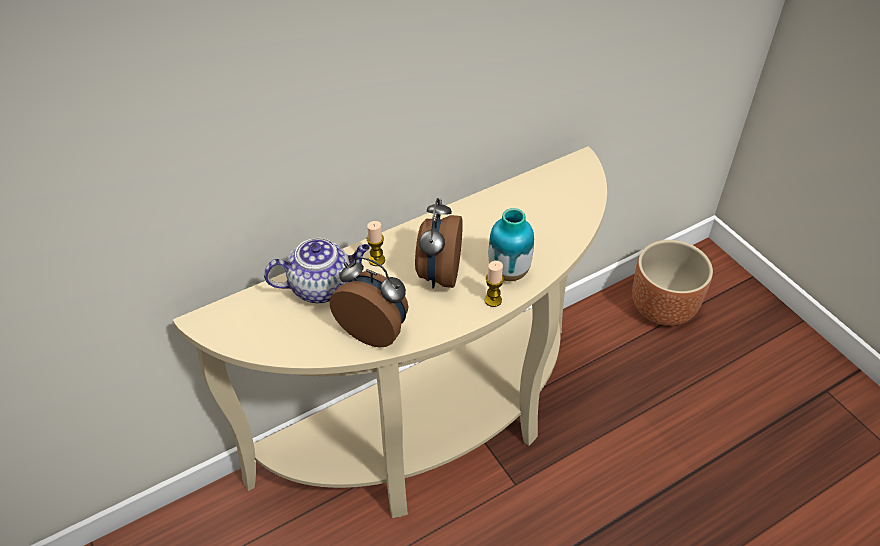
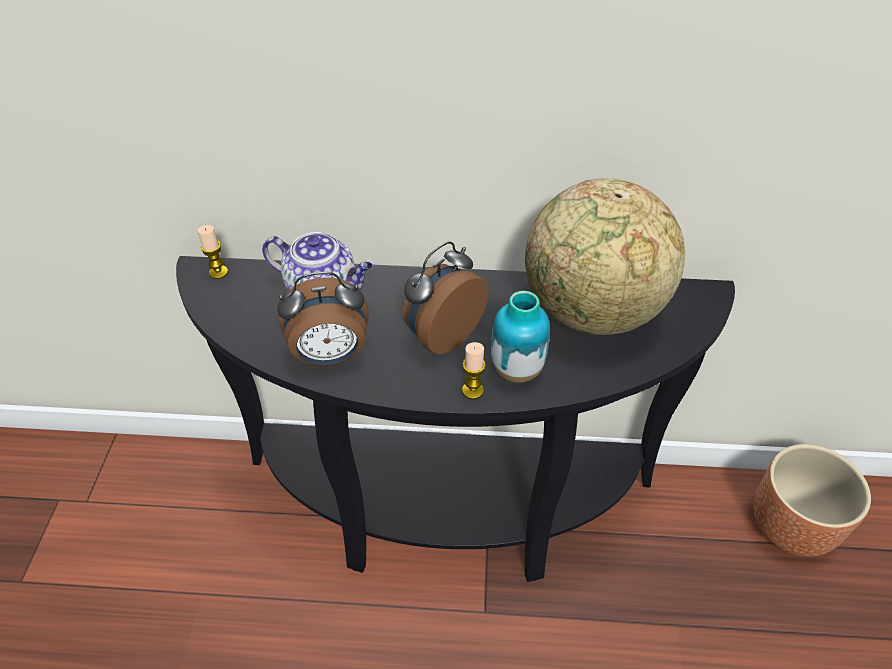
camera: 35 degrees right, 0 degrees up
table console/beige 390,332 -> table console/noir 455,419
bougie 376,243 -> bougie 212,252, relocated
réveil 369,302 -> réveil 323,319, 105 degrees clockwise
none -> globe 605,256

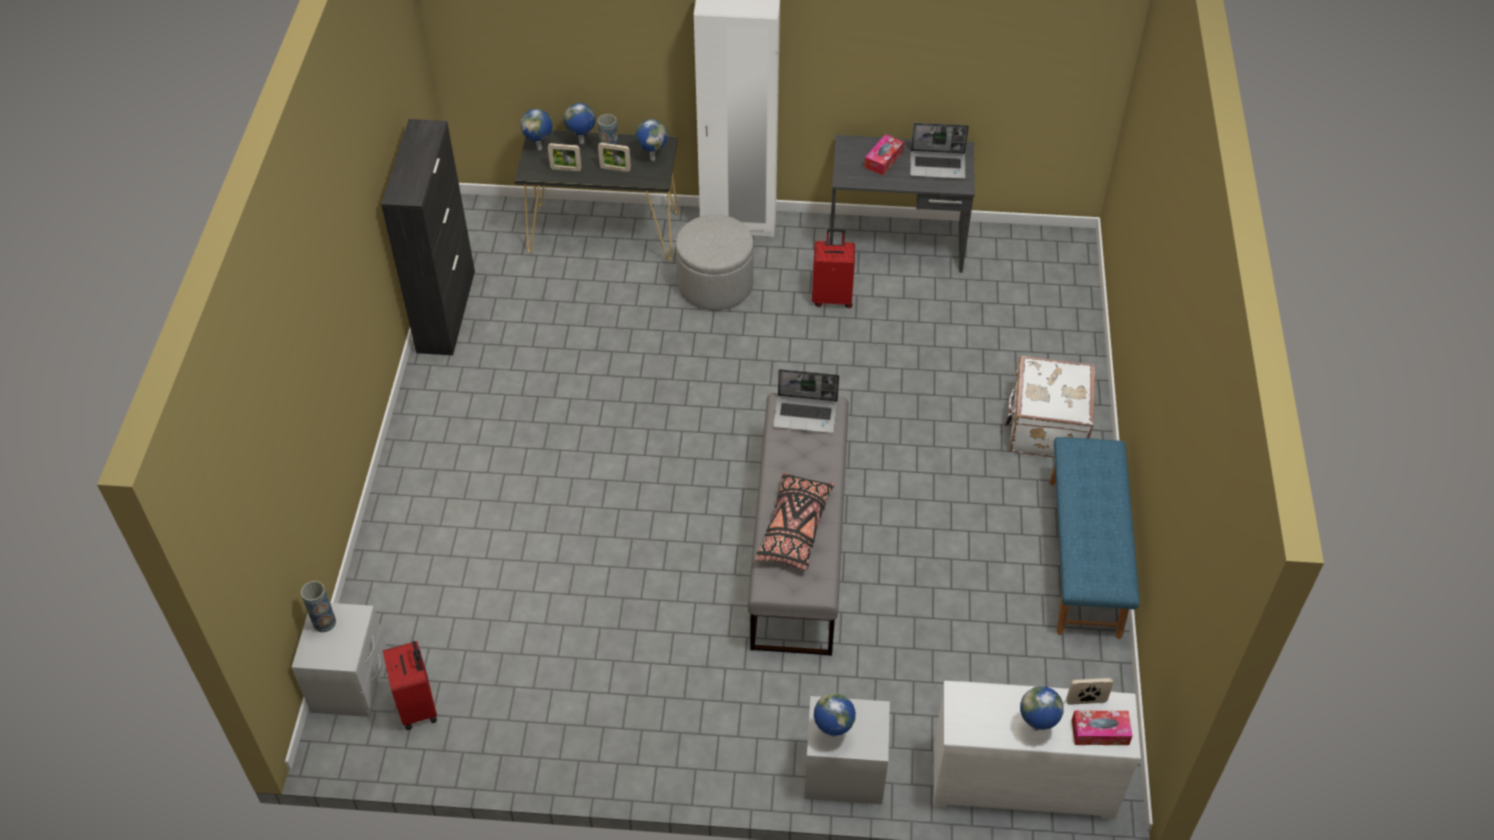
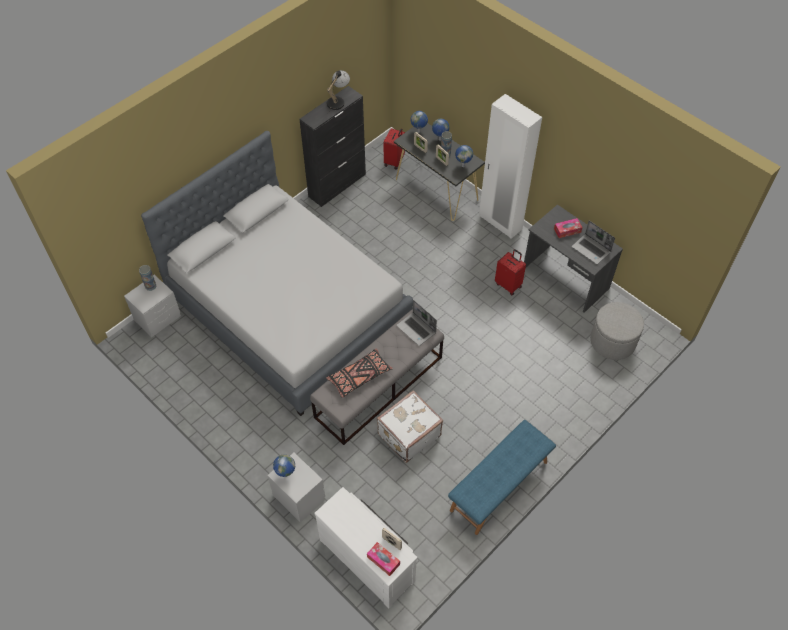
camera: 40 degrees right, 5 degrees up
none -> lit/gris 277,273
none -> lampe de table 338,91
valise/blanc 1050,406 -> valise/blanc 410,426, relocated
valise/rouge 410,685 -> valise/rouge 394,148, relocated
pouf/gris 715,262 -> pouf/gris 617,331, relocated
globe 1042,708 -> none

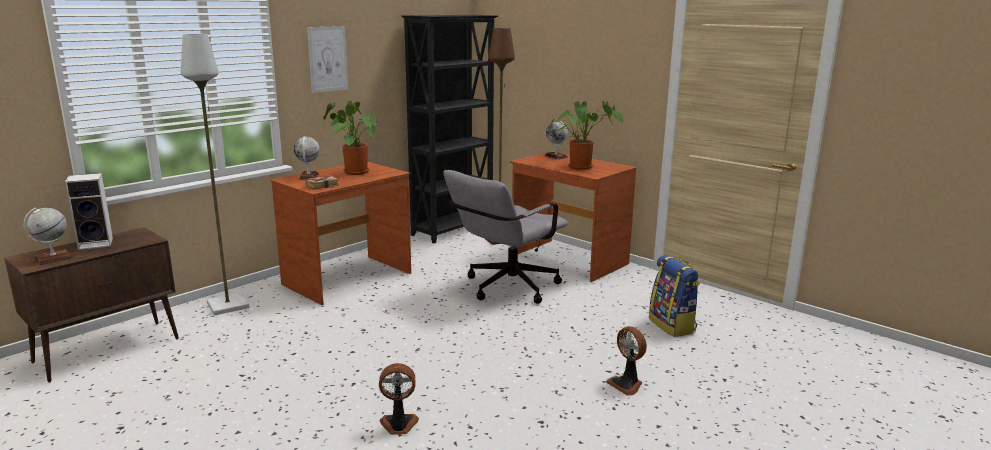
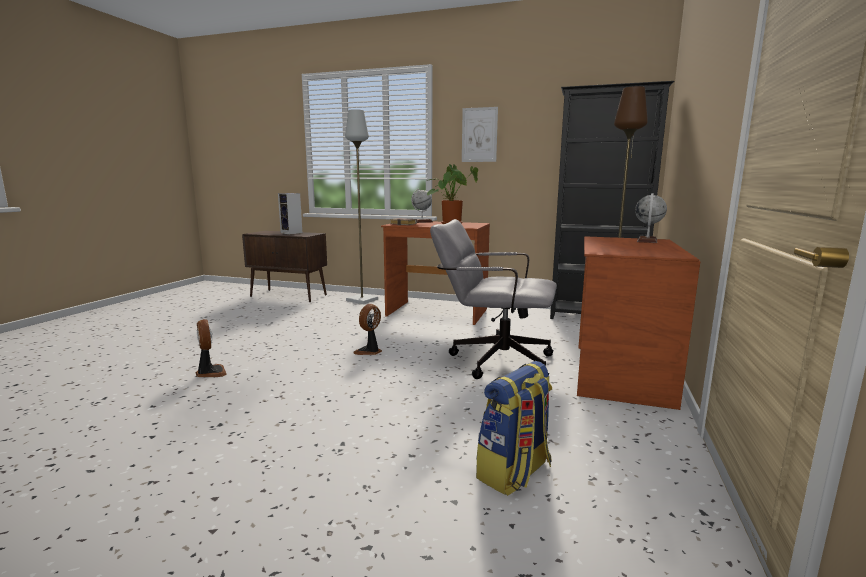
camera: 65 degrees right, 5 degrees down
ventilateur 626,361 -> ventilateur 367,329, relocated
globe 48,236 -> none
plante en pot 586,135 -> none

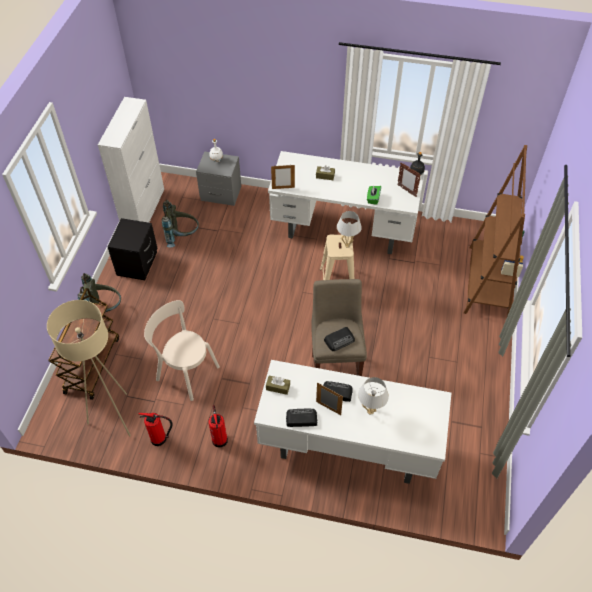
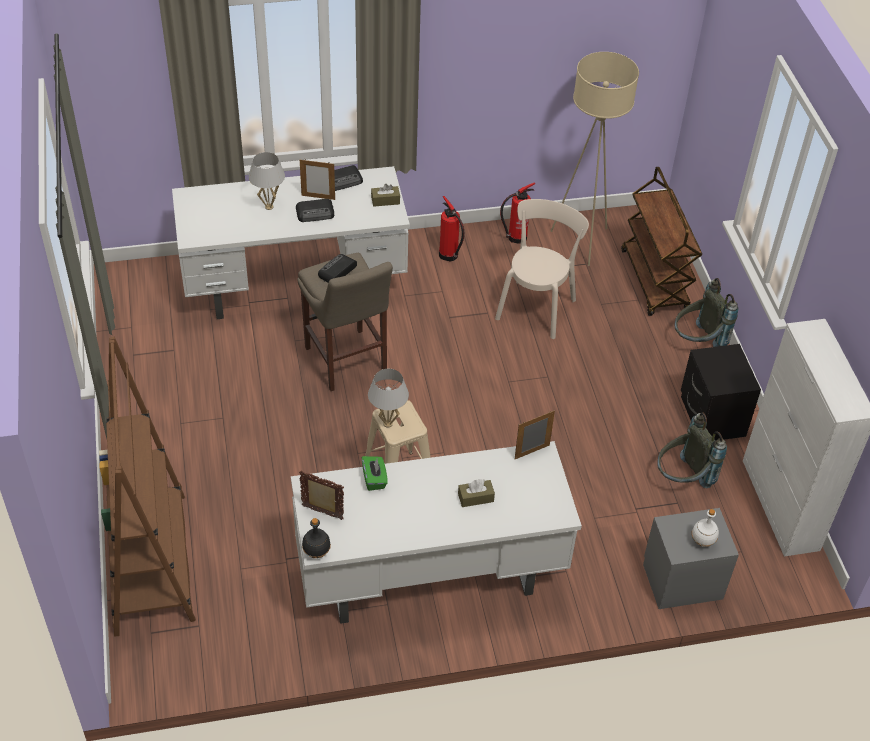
camera: 155 degrees right, 5 degrees down
chaise/beige 182,350 -> chaise/beige 542,269, 75 degrees counterclockwise

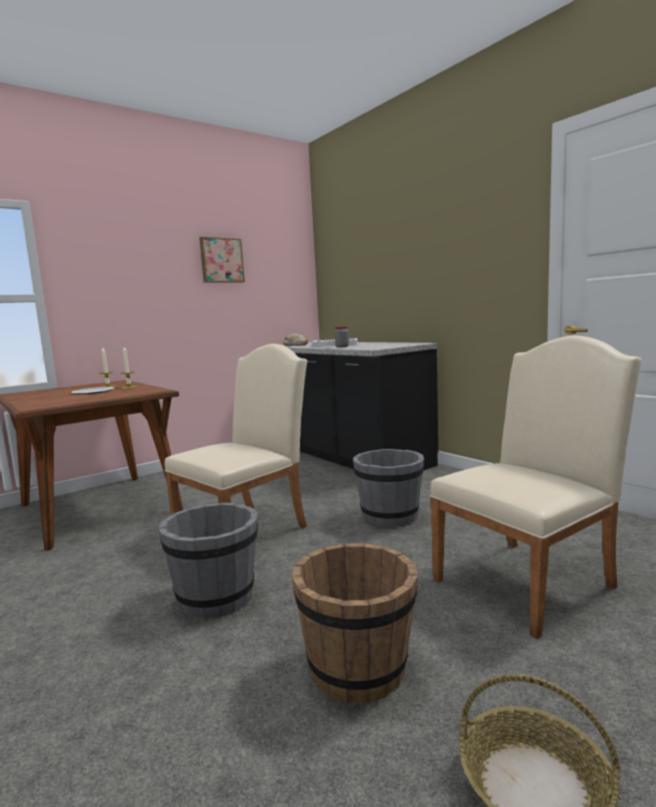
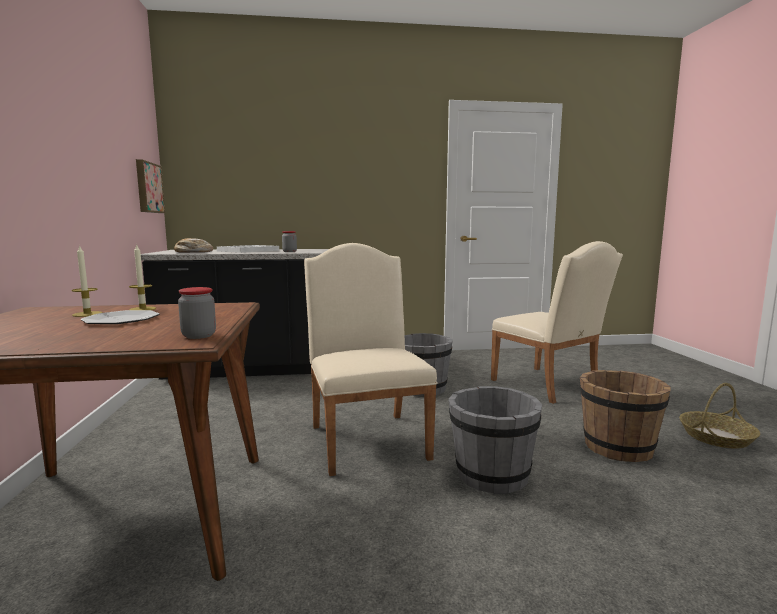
camera: 60 degrees left, 0 degrees up
tableau 222,260 -> tableau 150,186, relocated
none -> bocal 197,313
chaise/beige 535,487 -> chaise/beige 557,322, 150 degrees clockwise

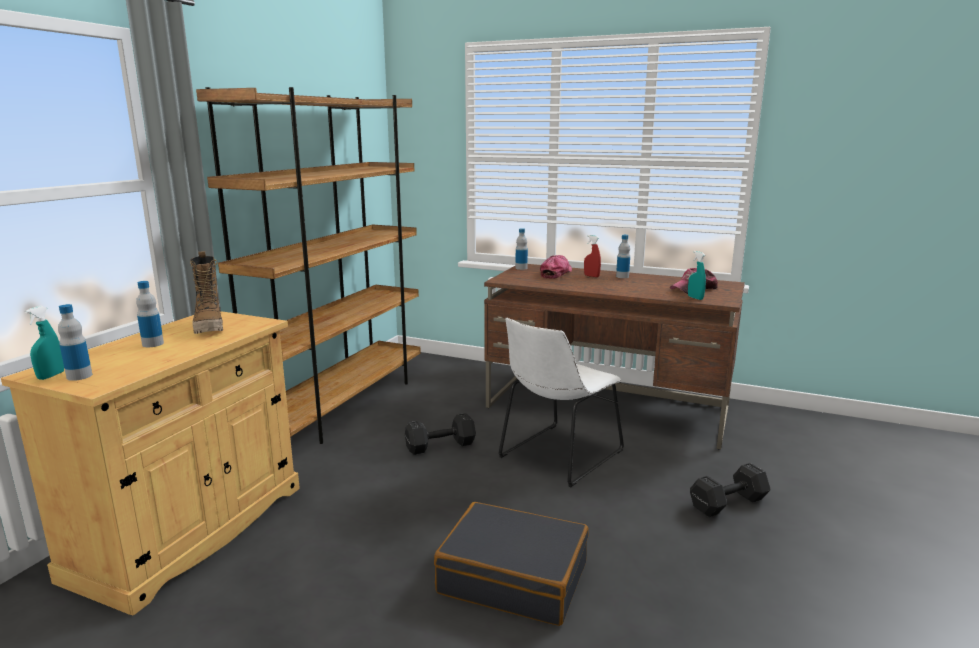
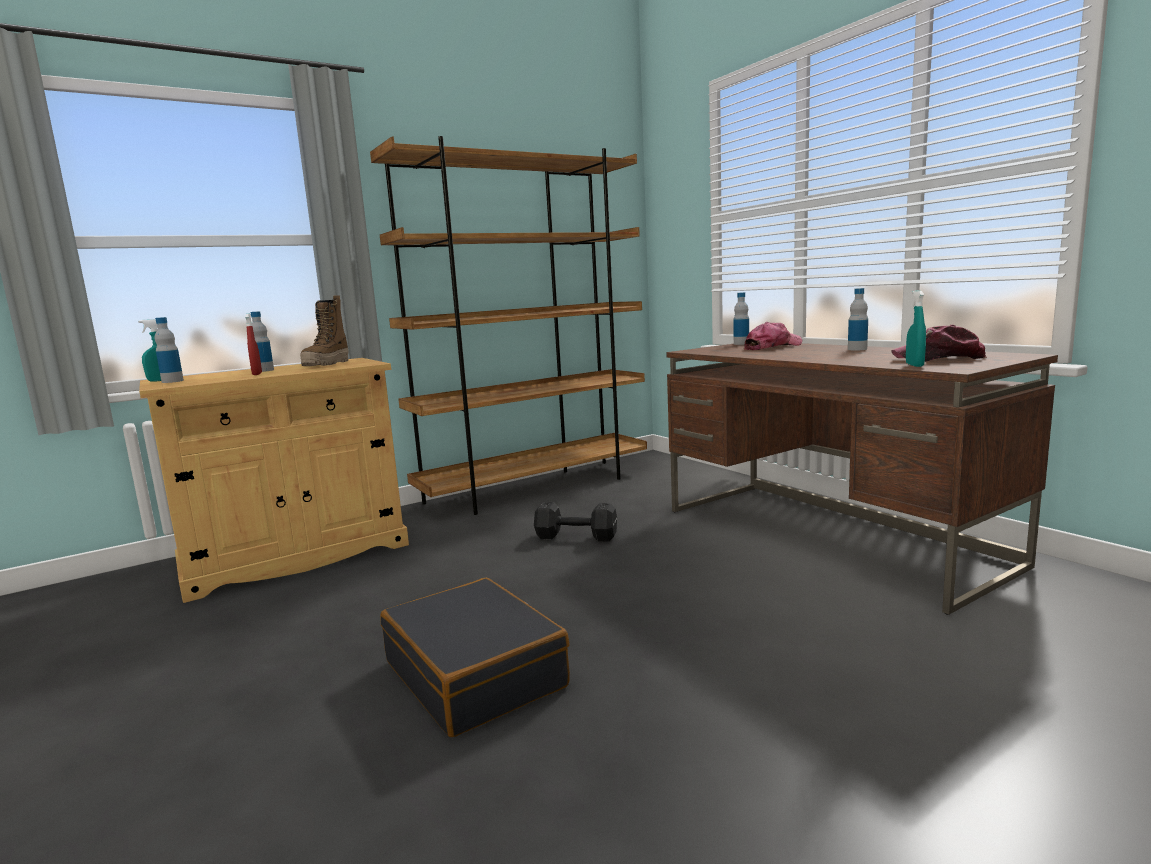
camera: 35 degrees right, 5 degrees down
vaporisateur/rouge 592,256 -> vaporisateur/rouge 253,344, relocated
chaise/blanc 561,402 -> none
haltère/noir 730,490 -> none

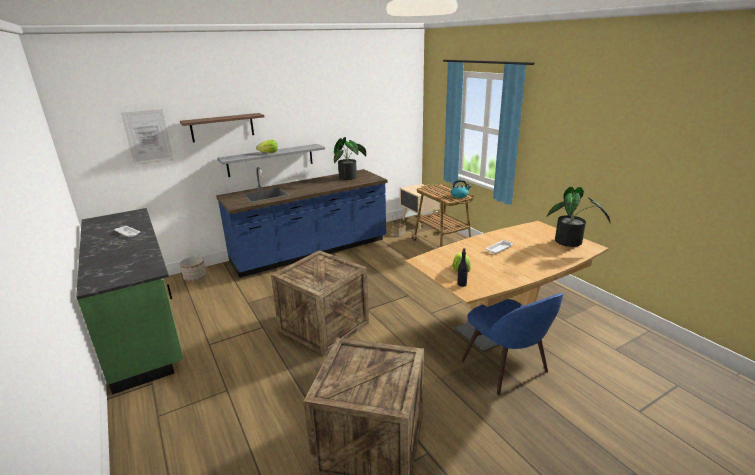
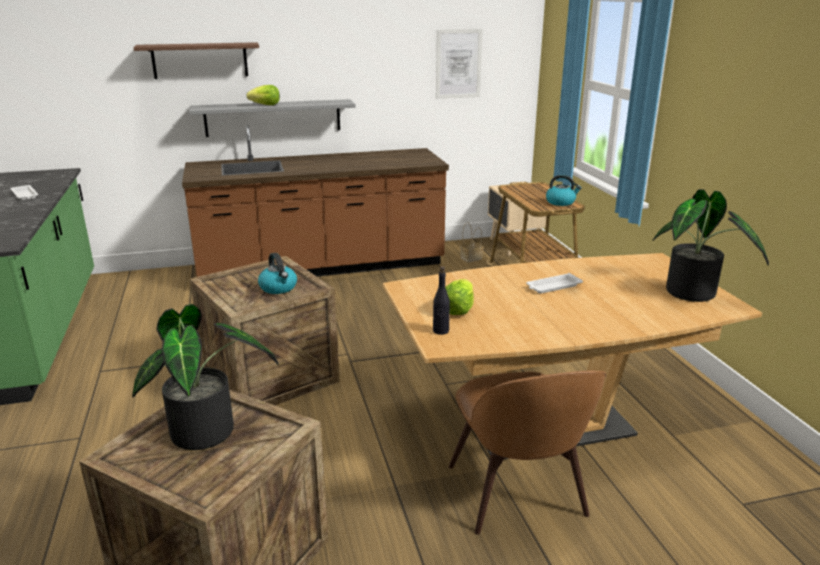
camera: 15 degrees right, 0 degrees up
plante en pot 350,158 -> plante en pot 205,377, relocated
comptoir de cuisine/bleu 302,222 -> comptoir de cuisine/marron 315,201
none -> bouilloire 277,273
tableau 147,137 -> tableau 459,64, relocated
chaise/bleu 512,344 -> chaise/marron 527,453
cache-pot 193,268 -> none

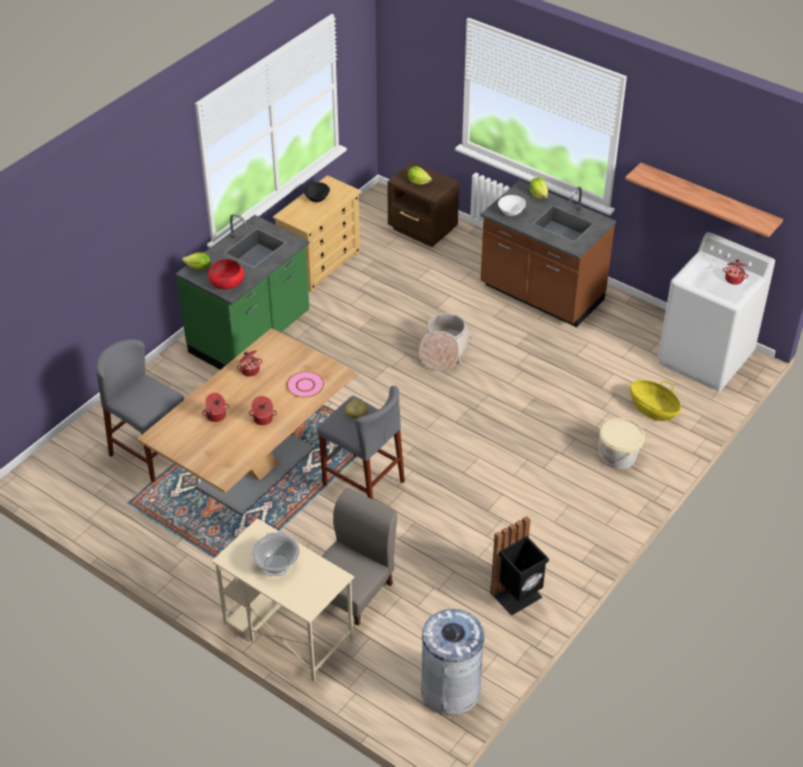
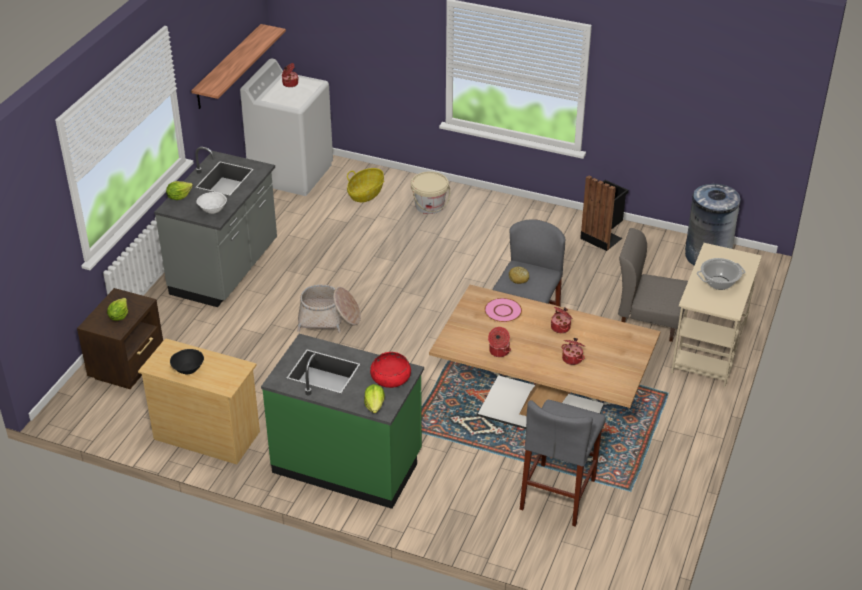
camera: 105 degrees left, 5 degrees down
comptoir de cuisine/marron 548,253 -> comptoir de cuisine/gris 215,227

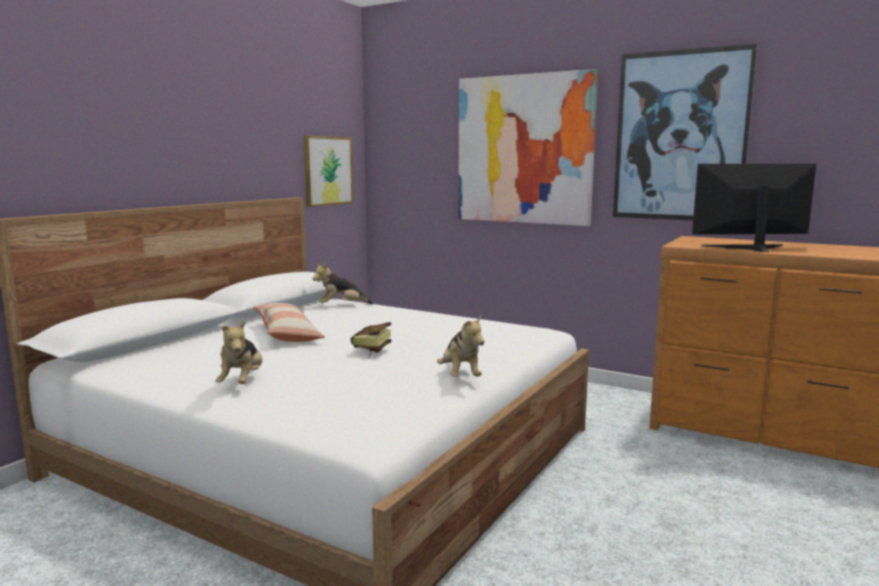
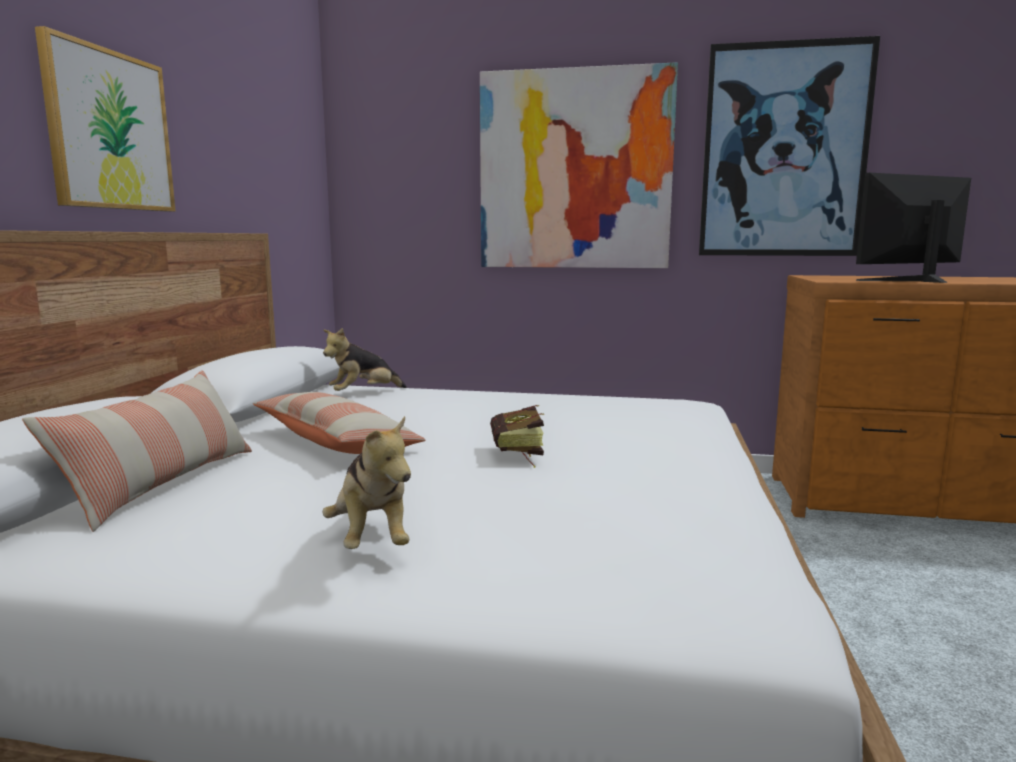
camera: 20 degrees left, 0 degrees up
none -> coussin 137,451
tableau 328,171 -> tableau 105,119, relocated
peluche 460,346 -> none

